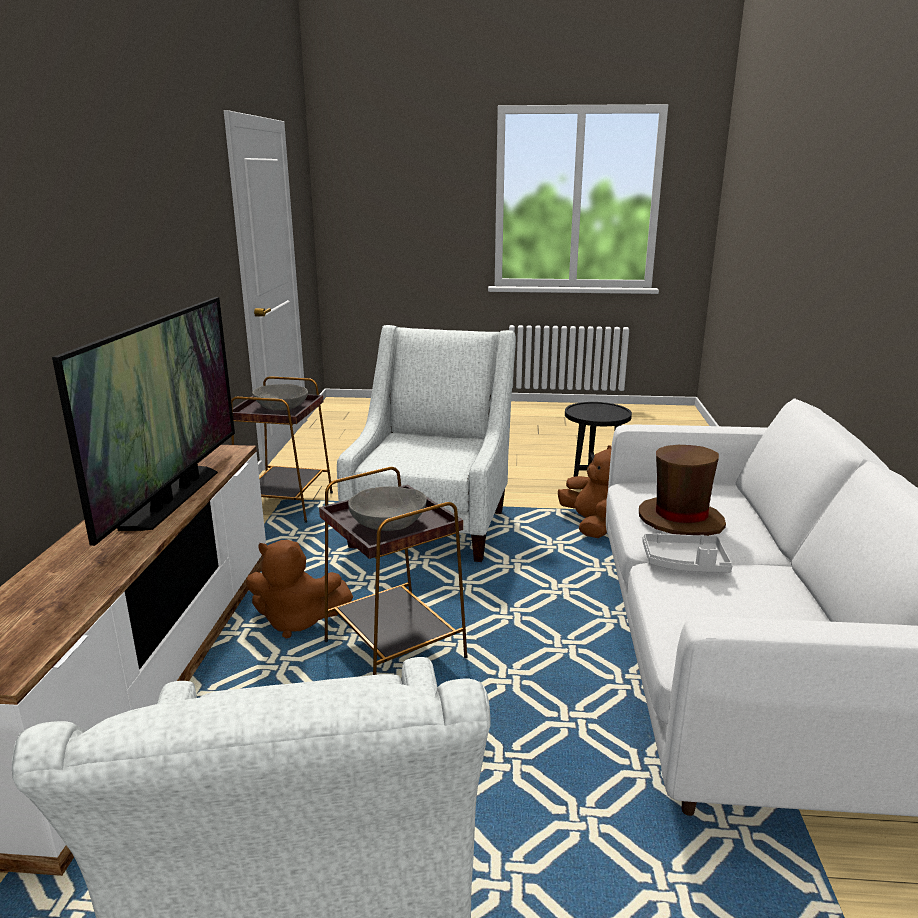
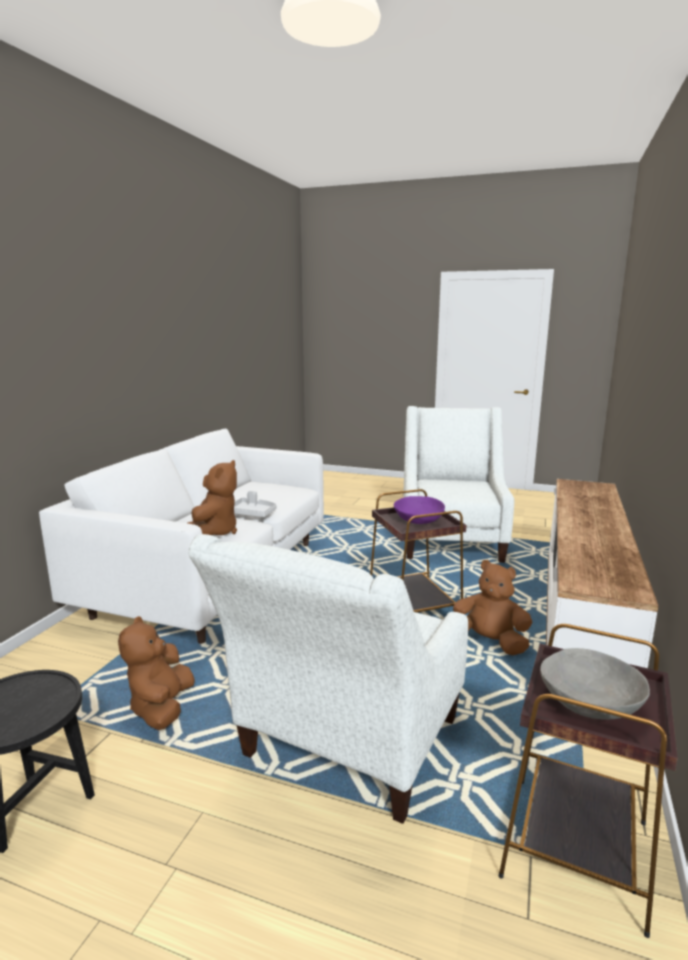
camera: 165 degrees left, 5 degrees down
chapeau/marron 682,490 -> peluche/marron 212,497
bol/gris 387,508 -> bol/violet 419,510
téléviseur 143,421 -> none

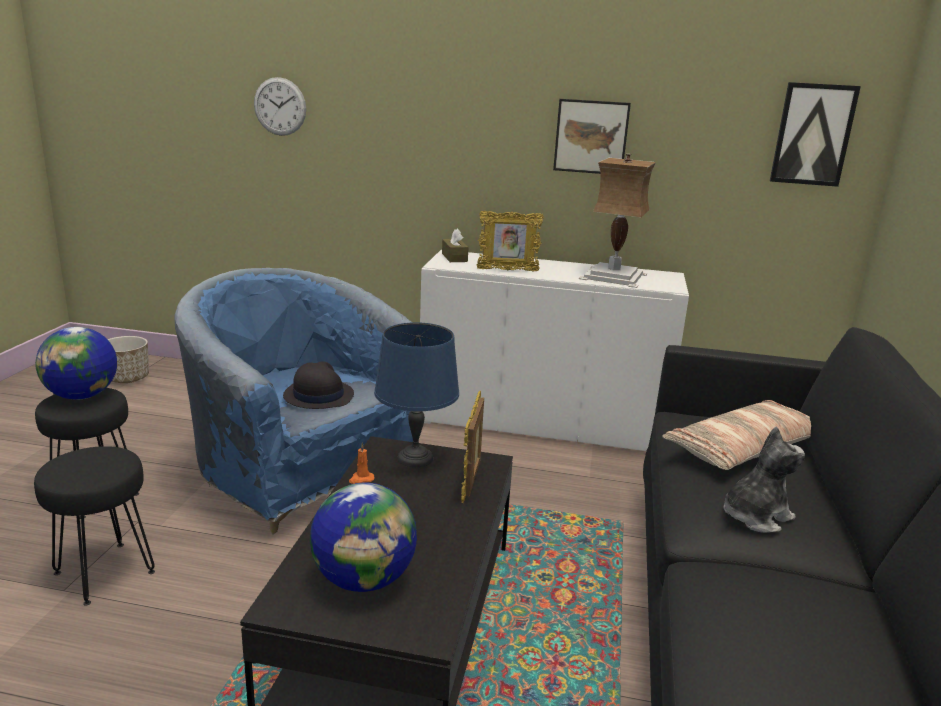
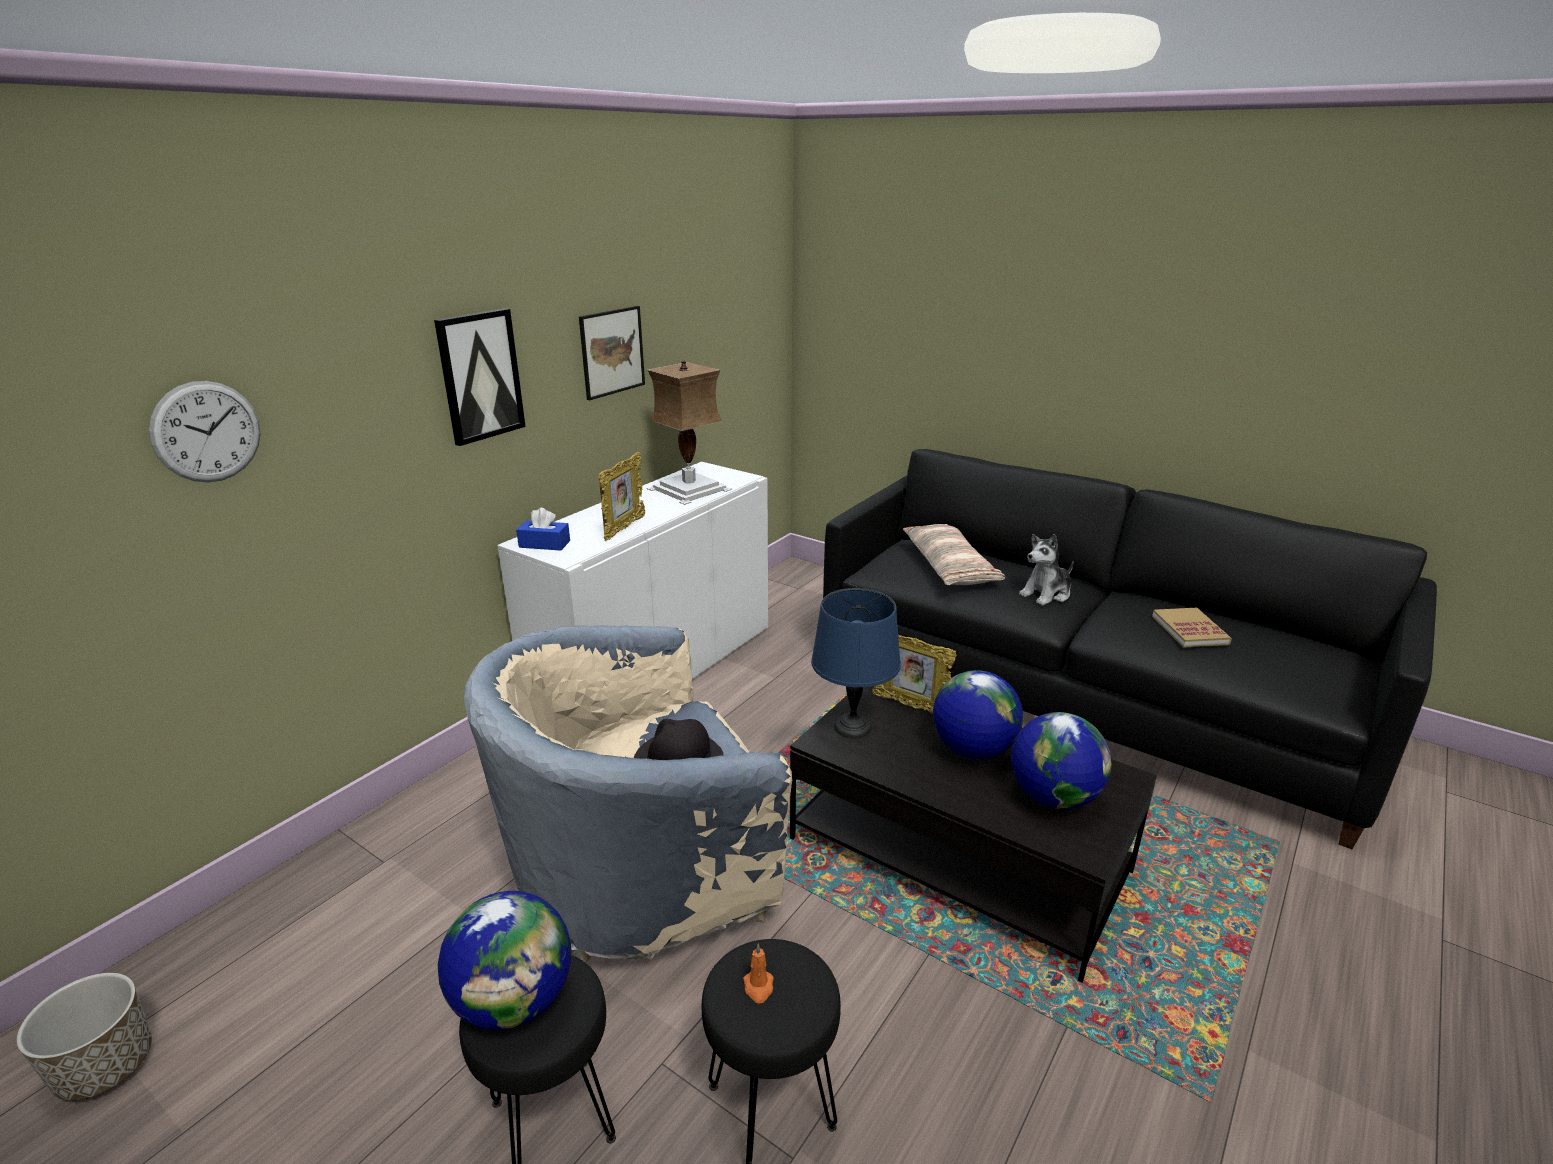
camera: 65 degrees left, 5 degrees up
tableau 815,134 -> tableau 480,377, relocated
fauteuil/bleu 294,401 -> fauteuil/beige 628,794
boîte à mouchoirs/marron 455,245 -> boîte à mouchoirs/bleu 543,529
bougie/orange 361,463 -> bougie/orange 758,973, relocated
none -> globe 978,714
peluche 764,480 -> peluche 1046,570, 120 degrees counterclockwise
none -> livre 1192,628

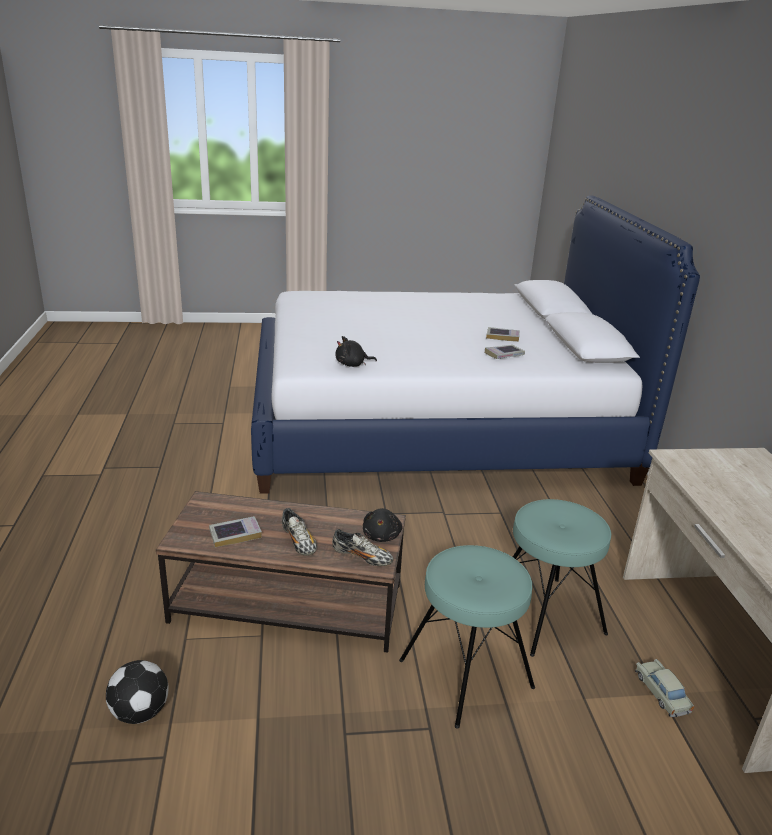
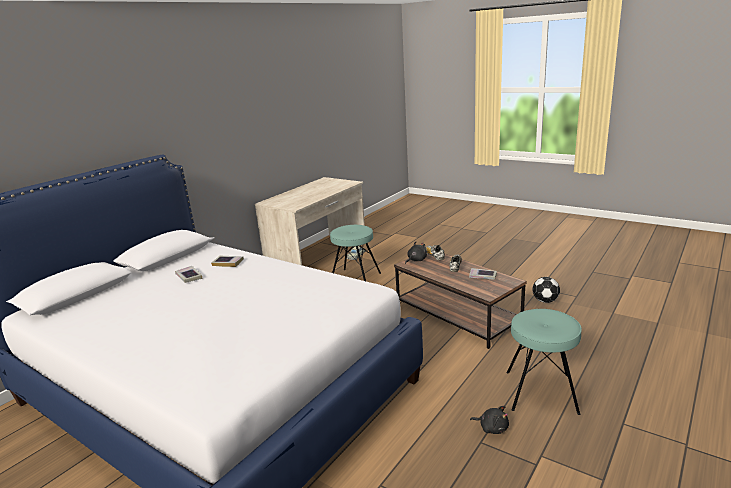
camera: 135 degrees left, 5 degrees down
peluche/noir 356,351 -> peluche/noir 489,420, relocated
tabouret/turquoise 467,637 -> tabouret/turquoise 544,362, relocated

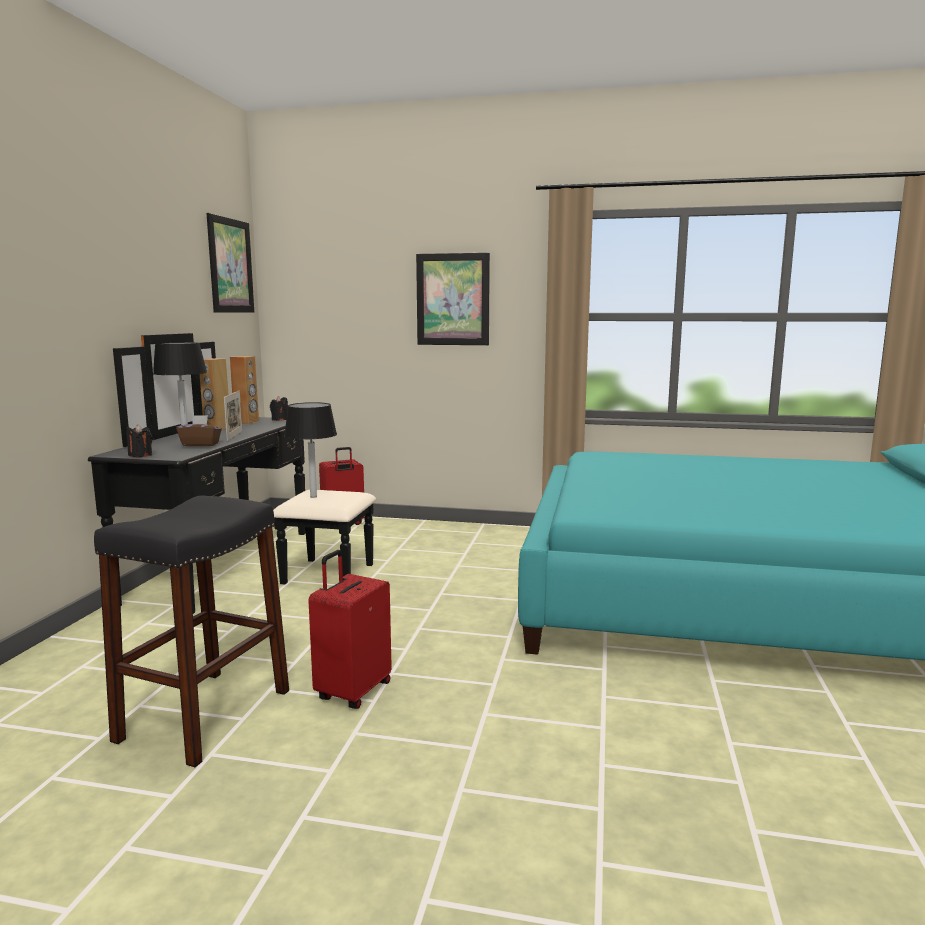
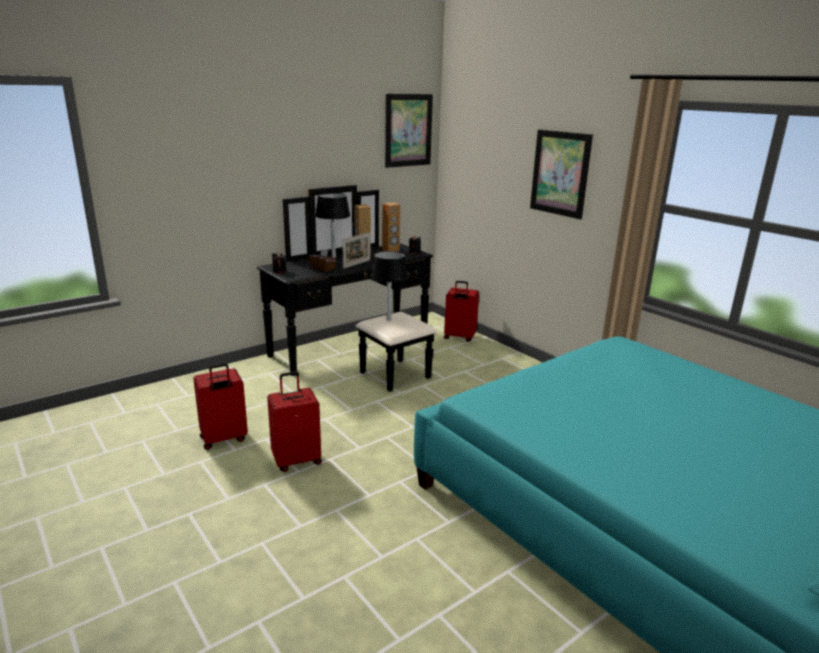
camera: 40 degrees right, 10 degrees up
tabouret/noir 191,631 -> valise/rouge 220,406

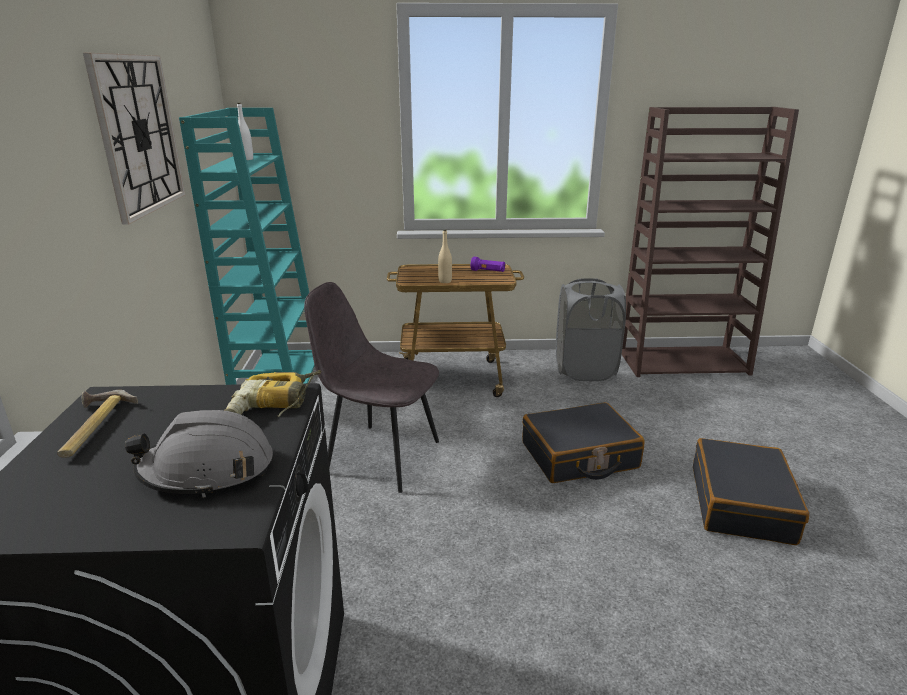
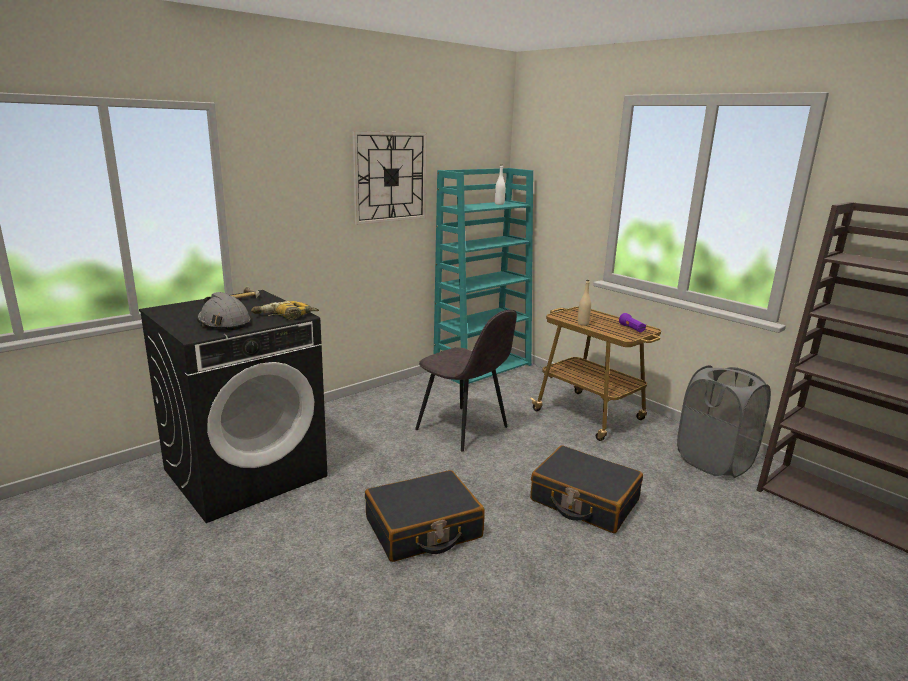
camera: 50 degrees right, 5 degrees down
valise/noir 751,491 -> valise/noir 425,516, relocated
chaise/gris 371,387 -> chaise/gris 466,380, 150 degrees clockwise

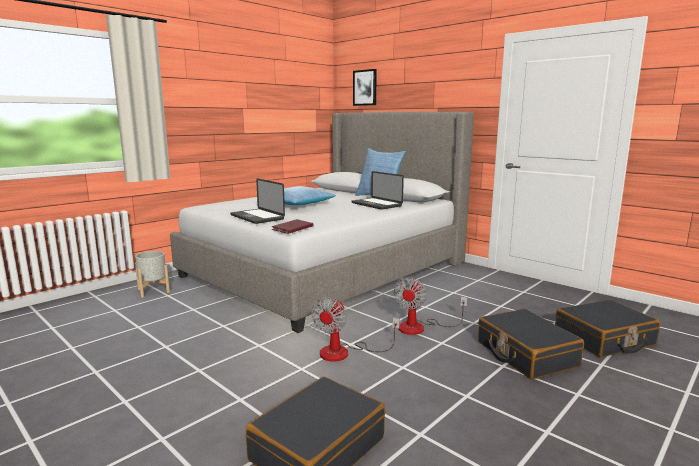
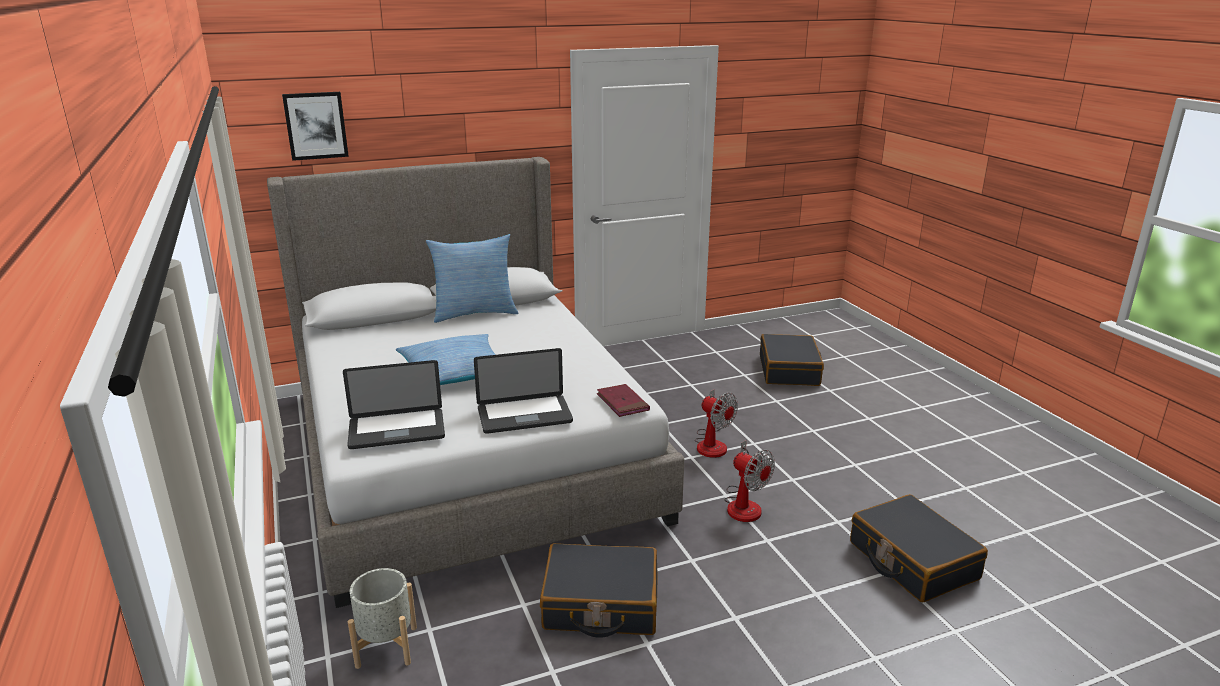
camera: 65 degrees left, 10 degrees up
ordinateur portable 377,190 -> ordinateur portable 394,404, relocated
valise/noir 531,344 -> valise/noir 599,590, relocated

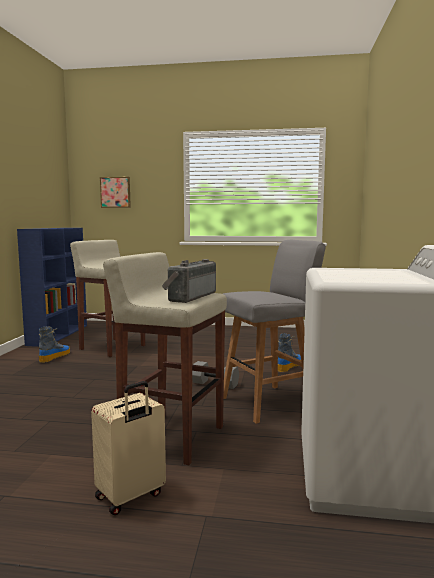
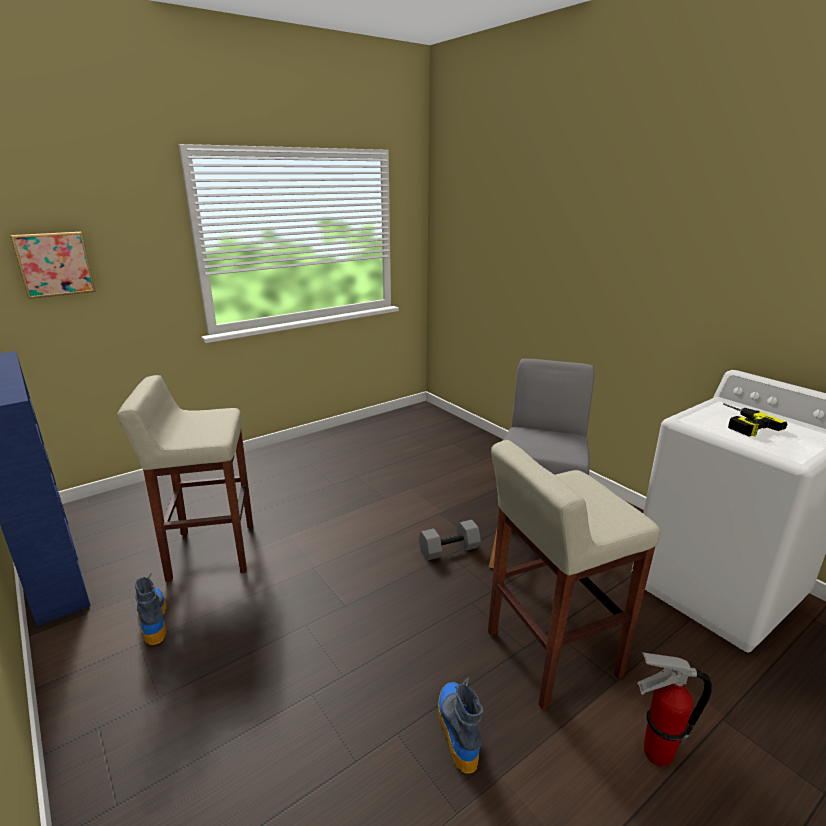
camera: 45 degrees left, 15 degrees up
botte 289,352 -> botte 460,725, relocated
valise/beige 128,448 -> extincteur 674,709
none -> perceuse 755,420
radio 189,281 -> none

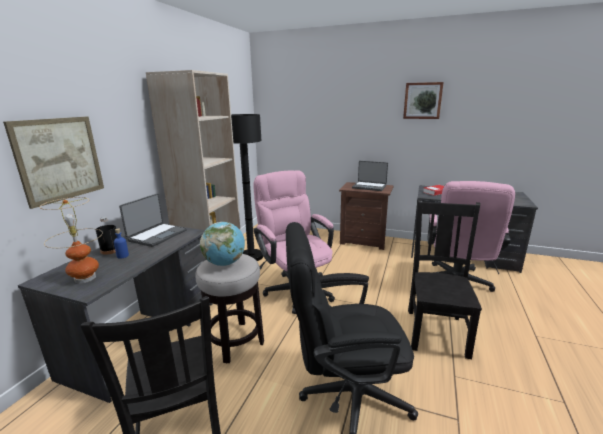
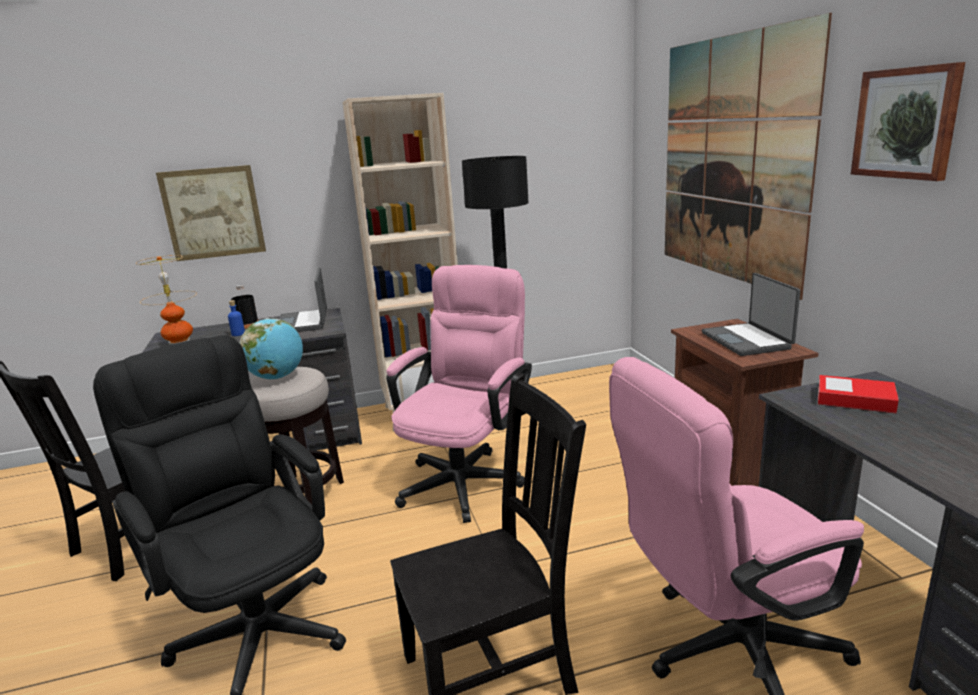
camera: 55 degrees right, 0 degrees up
ordinateur portable 153,220 -> ordinateur portable 303,300, 90 degrees clockwise
none -> tableau 748,156

